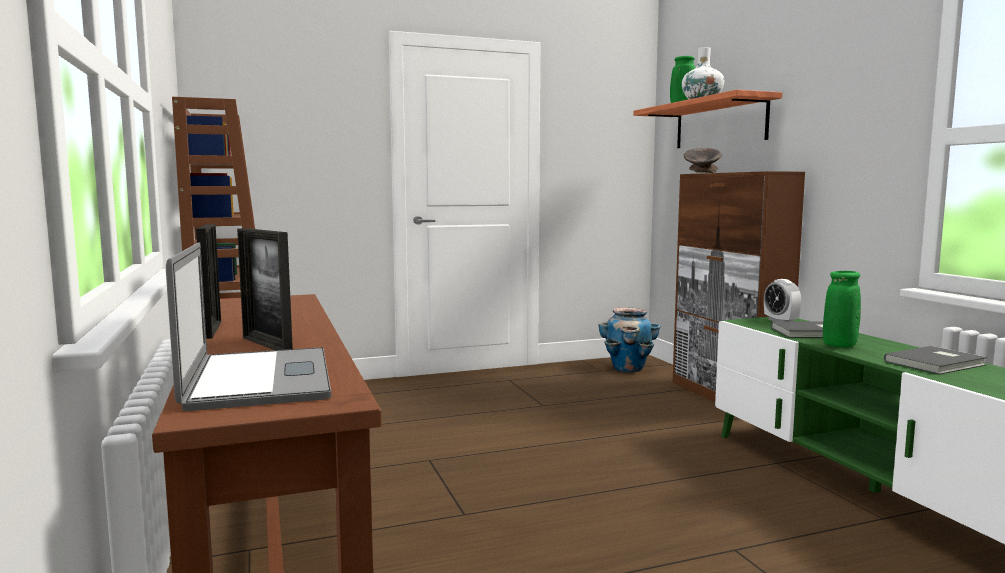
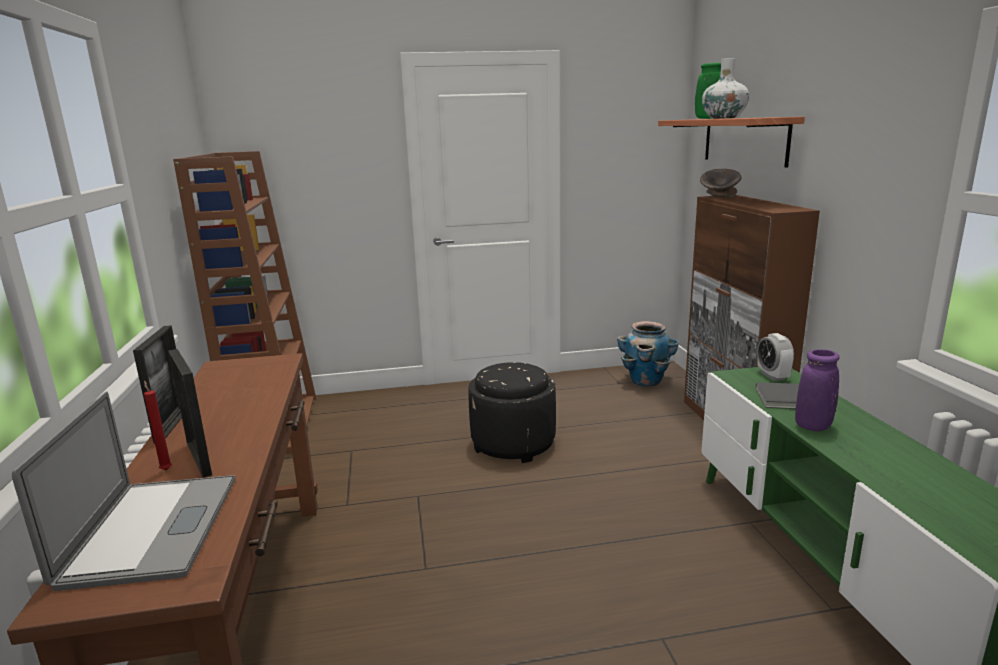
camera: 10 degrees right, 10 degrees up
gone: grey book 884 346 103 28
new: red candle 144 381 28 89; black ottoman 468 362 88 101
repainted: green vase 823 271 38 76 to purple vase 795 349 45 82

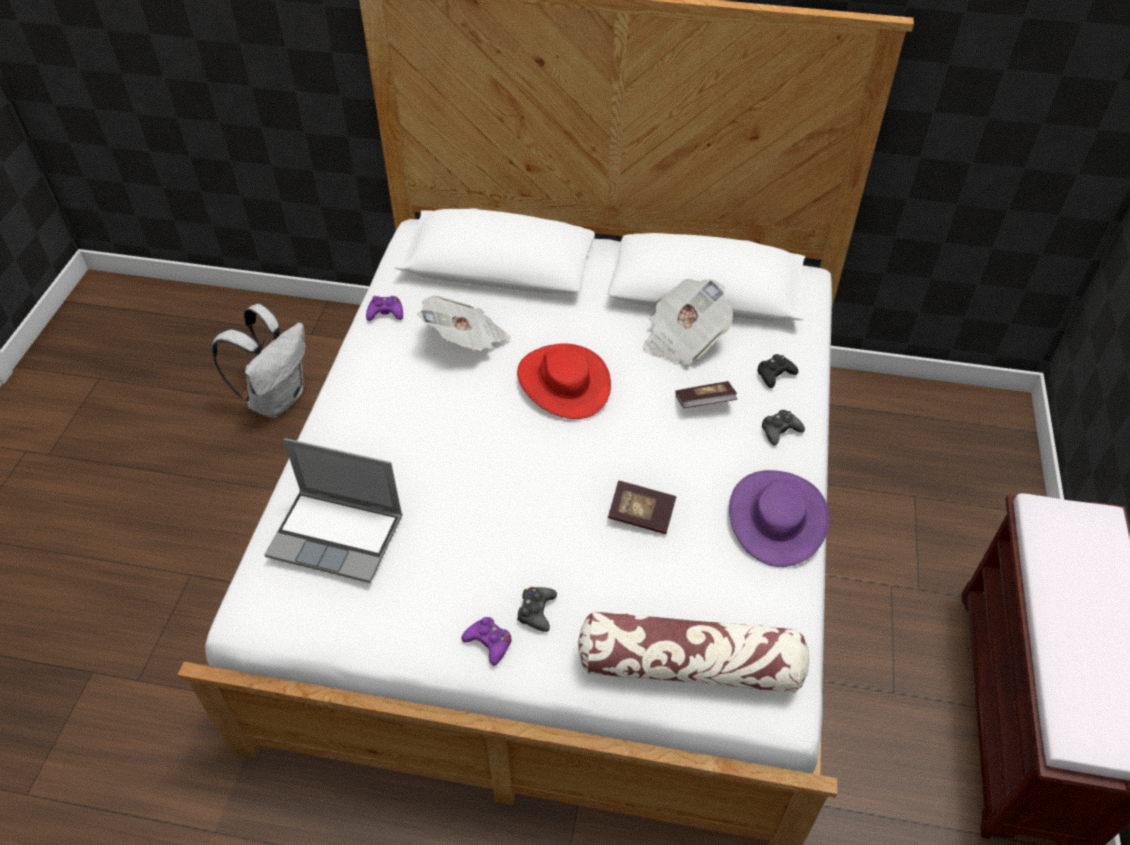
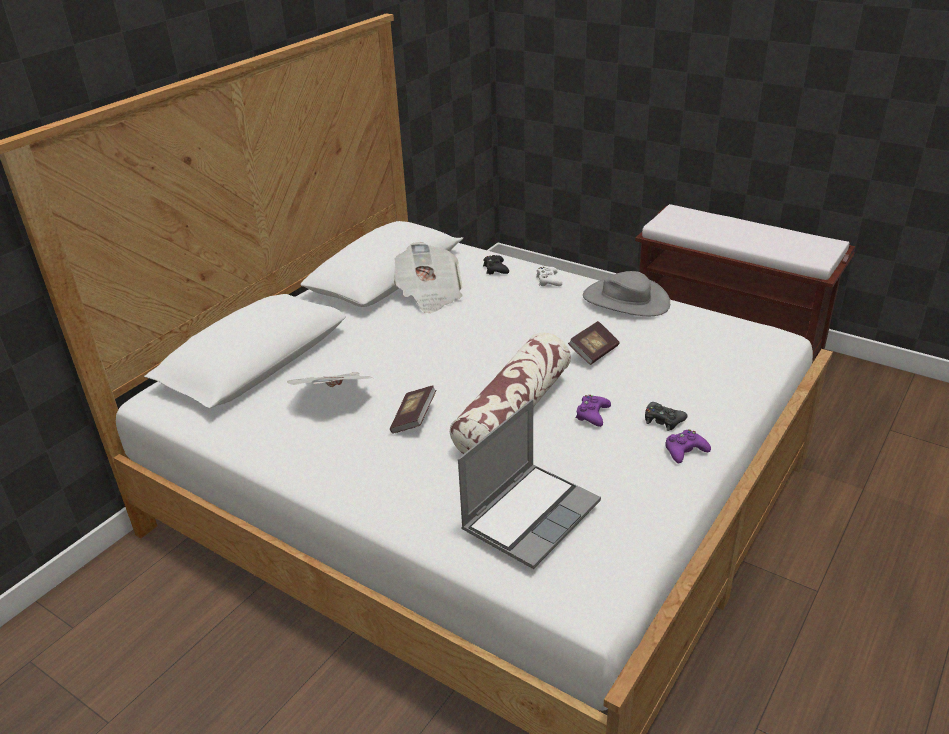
camera: 65 degrees left, 15 degrees down
gone: white backpack 212 304 94 114; red hat 517 343 94 76
shifted: purple game controller 366 296 37 25 to 576 395 35 32; pillow 578 611 231 82 to 450 332 121 122; book 675 381 62 27 to 390 386 46 48
repainted: purple hat 729 470 101 97 to grey hat 583 271 87 45; black game controller 762 410 43 35 to white game controller 536 266 26 20

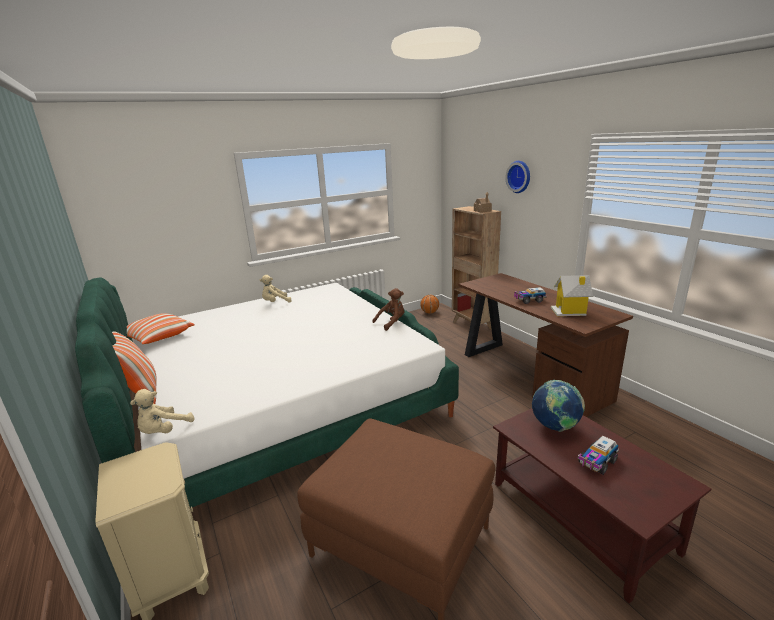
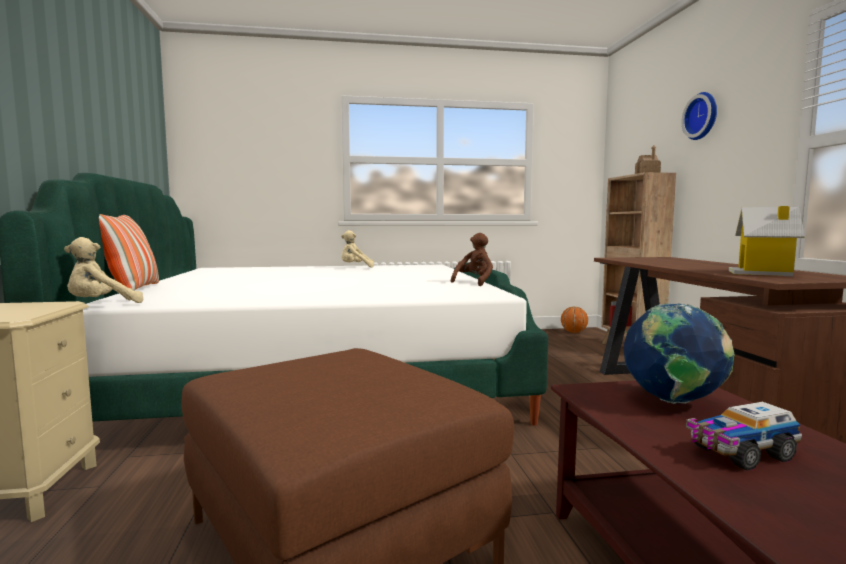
camera: 20 degrees right, 15 degrees down
gone: pillow 127 313 68 31; toy truck 514 287 33 17
rotated: brown plush toy 372 288 32 43 = 451 233 42 53 45 degrees counterclockwise

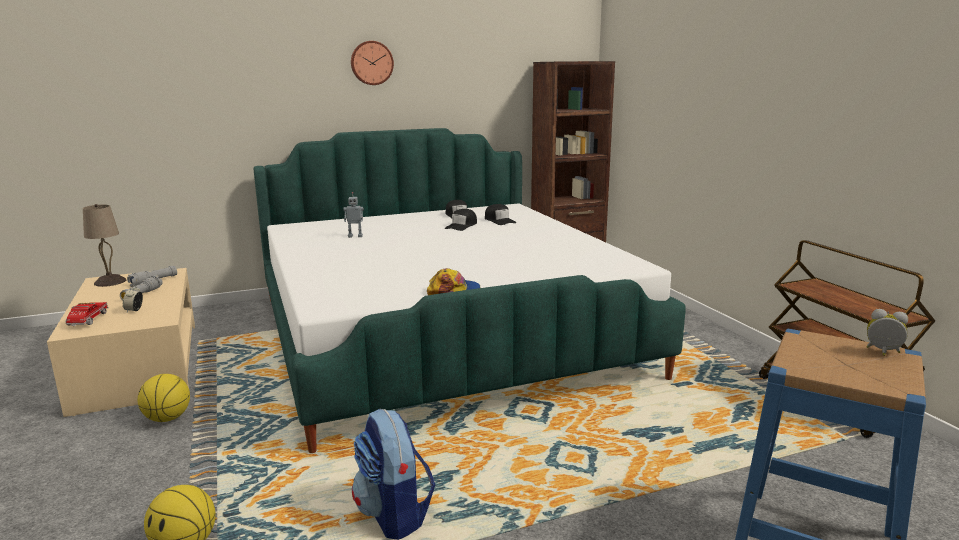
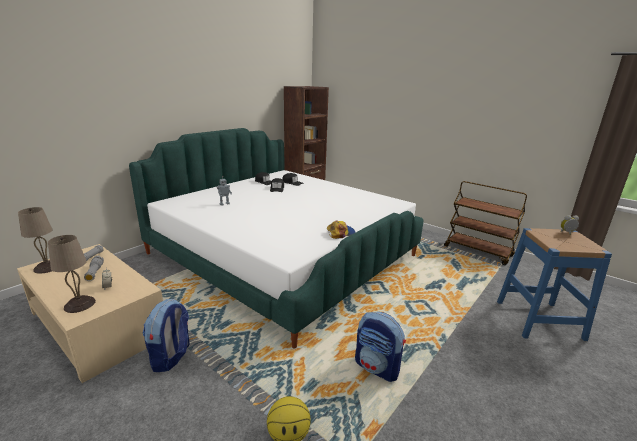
camera: 30 degrees left, 5 degrees up
gone: wall clock 351 41 43 44
swapped: toy truck 65 302 44 24 to beige table lamp 48 235 48 78; basketball 138 374 52 48 to backpack 143 299 47 73

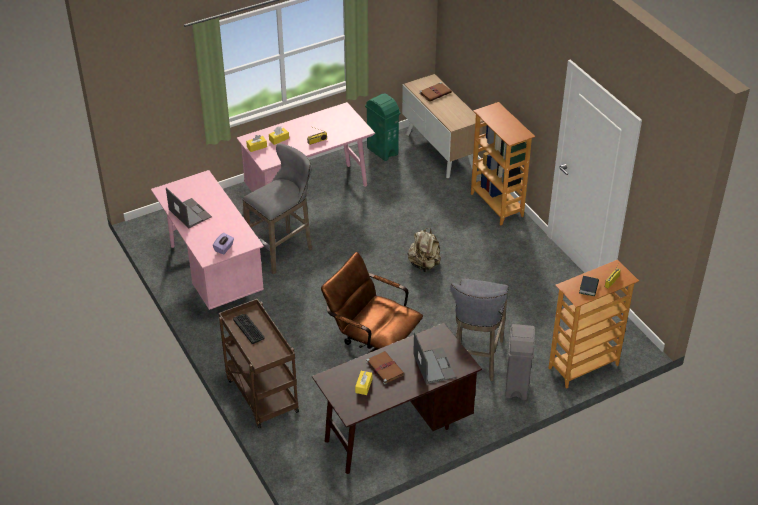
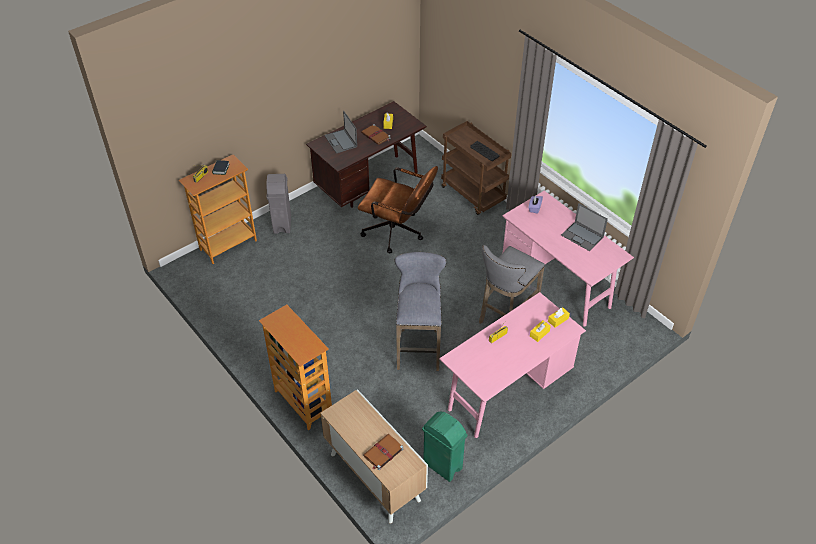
camera: 170 degrees right, 5 degrees up
gone: beige backpack 408 228 33 44
shifted: grey stool 450 279 59 102 to 395 252 51 119

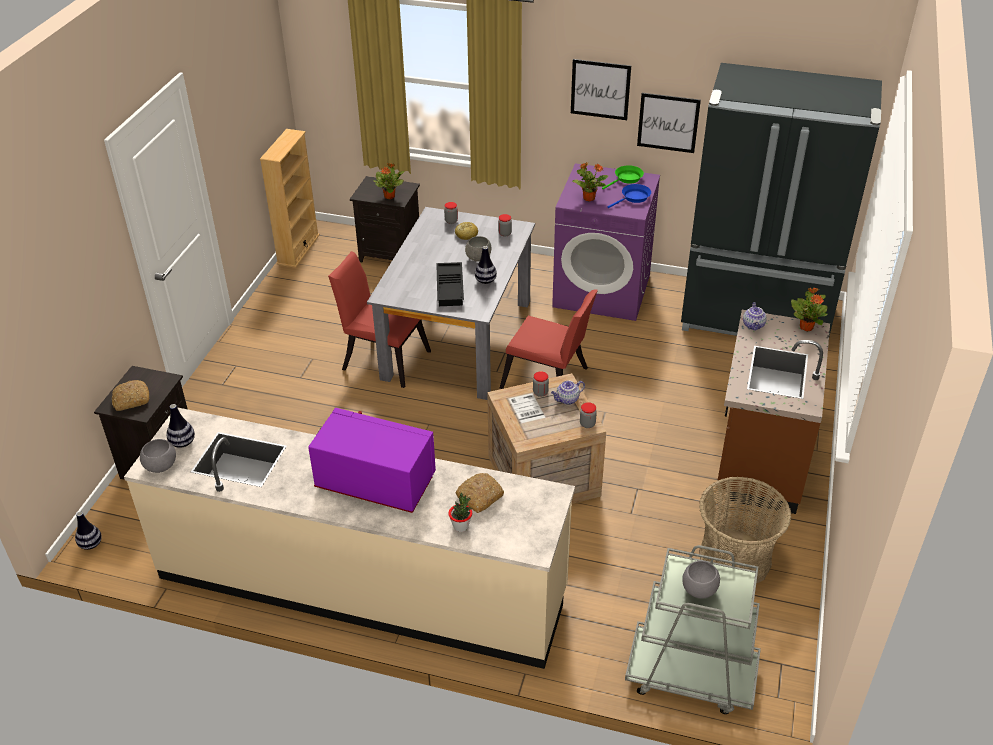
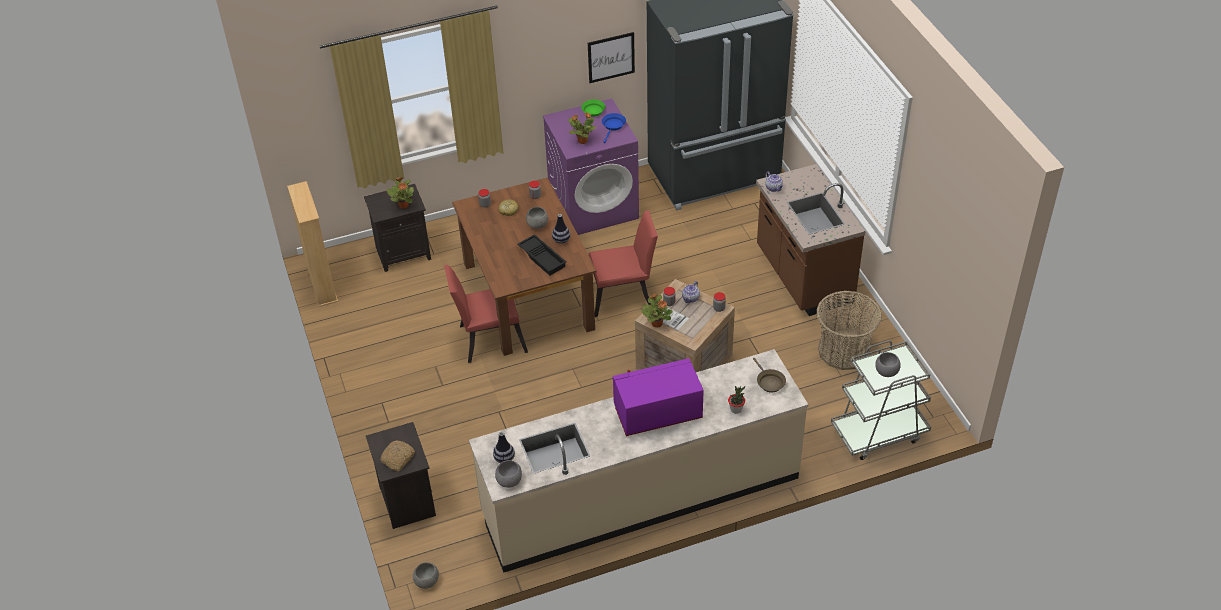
camera: 35 degrees left, 5 degrees up
gone: bread 456 473 48 40; picture 571 59 60 61
new: brown frying pan 753 358 33 35
shifted: potted plant 791 288 37 43 to 641 294 32 33
swapped: vase 75 512 27 38 to grey bowl 413 562 26 27
repainted: grey dining table 367 207 168 193 to brown dining table 452 177 145 179

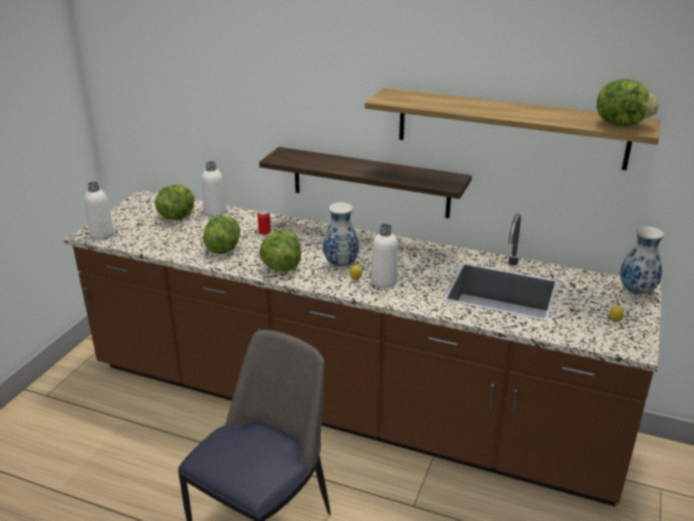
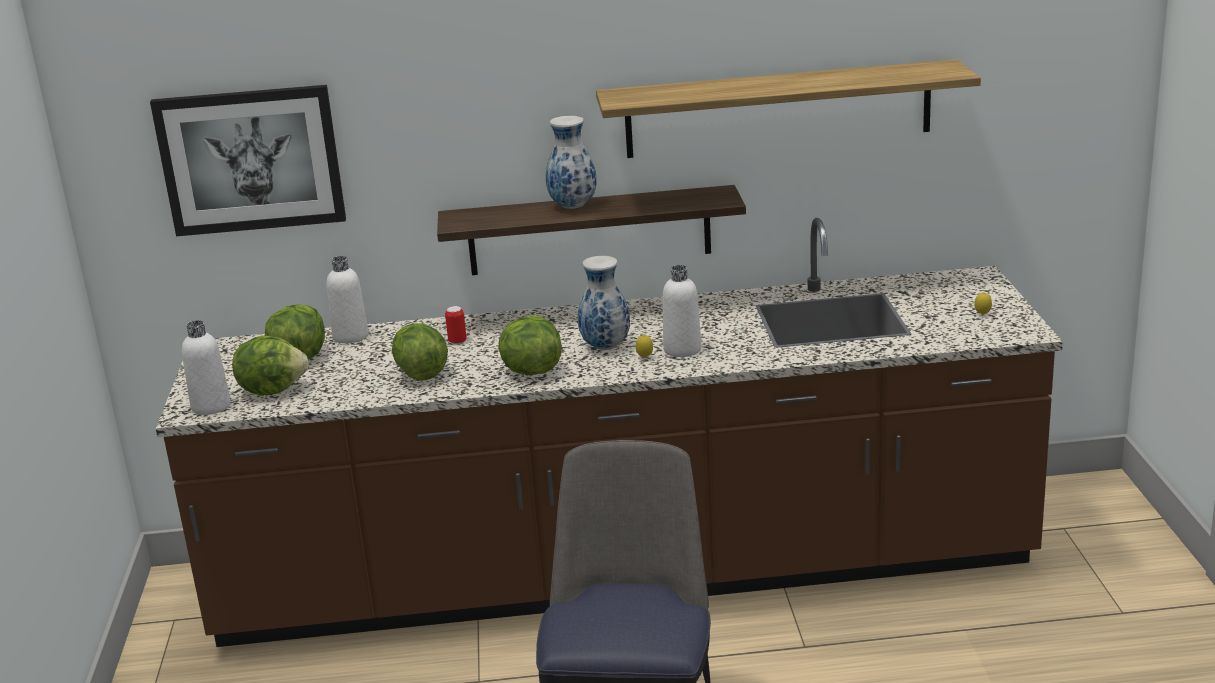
camera: 25 degrees left, 5 degrees down
new: picture 150 85 196 151
shifted: lettuce 597 79 62 47 to 232 335 77 60; vase 620 226 44 69 to 546 116 51 93

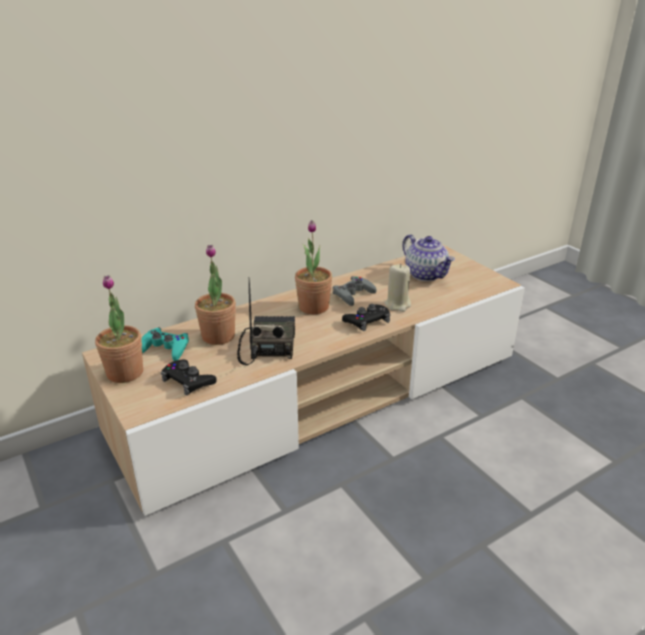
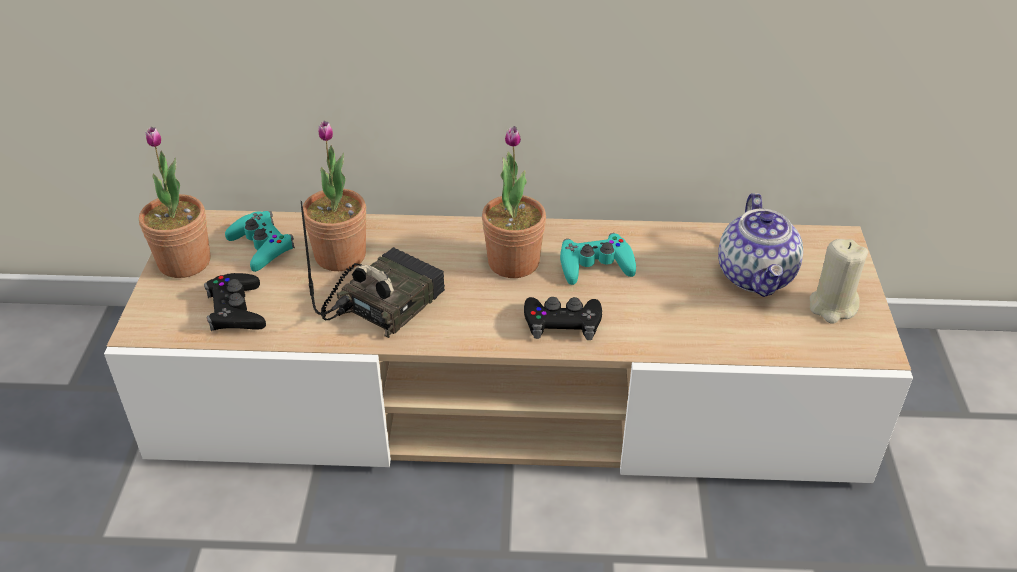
camera: 35 degrees right, 10 degrees up
shifted: beige candle 385 264 26 48 to 810 239 58 85
repainted: grey game controller 333 276 44 30 to turquoise game controller 560 233 76 52

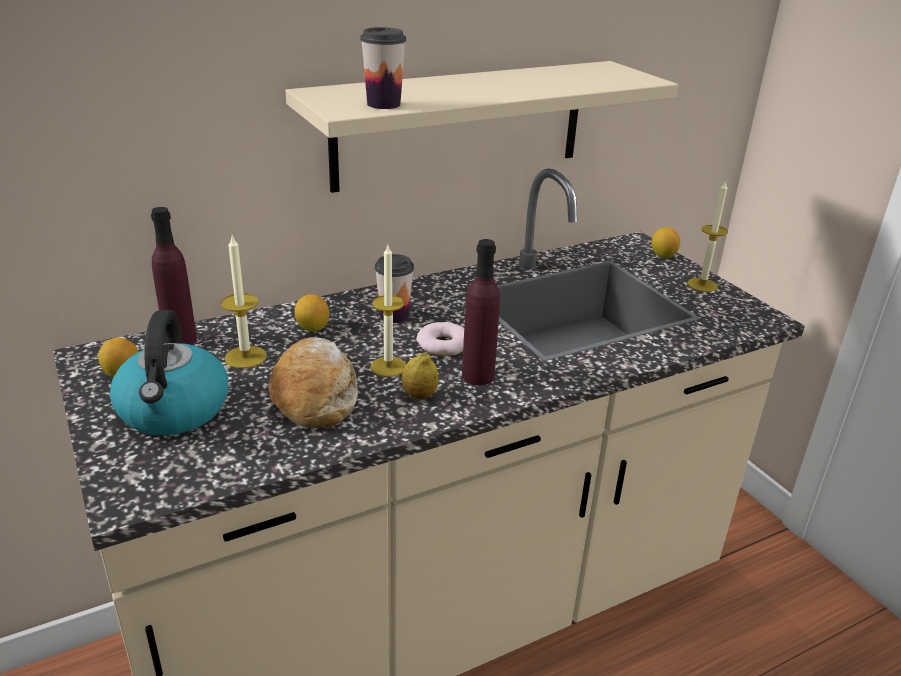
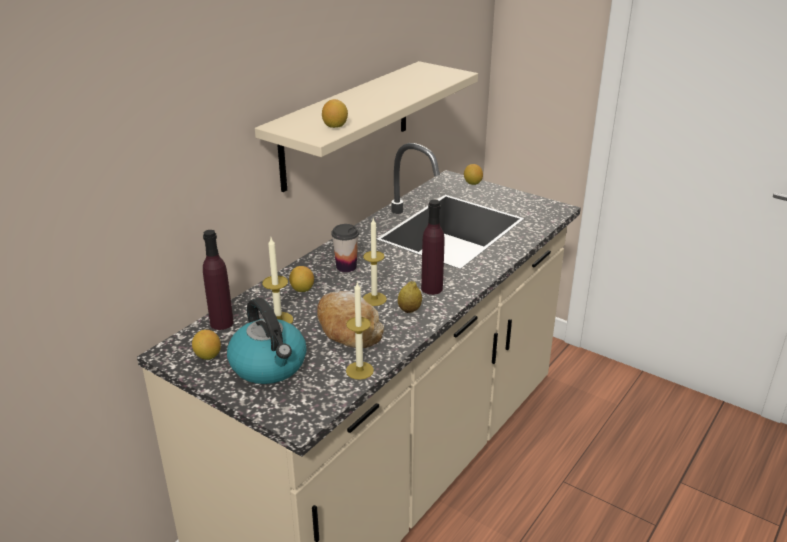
camera: 25 degrees left, 0 degrees up
gone: donut 416 322 48 34
shifted: candle 688 180 40 112 to 346 282 28 98
swapped: cup 360 27 46 82 to lemon 322 99 26 29

